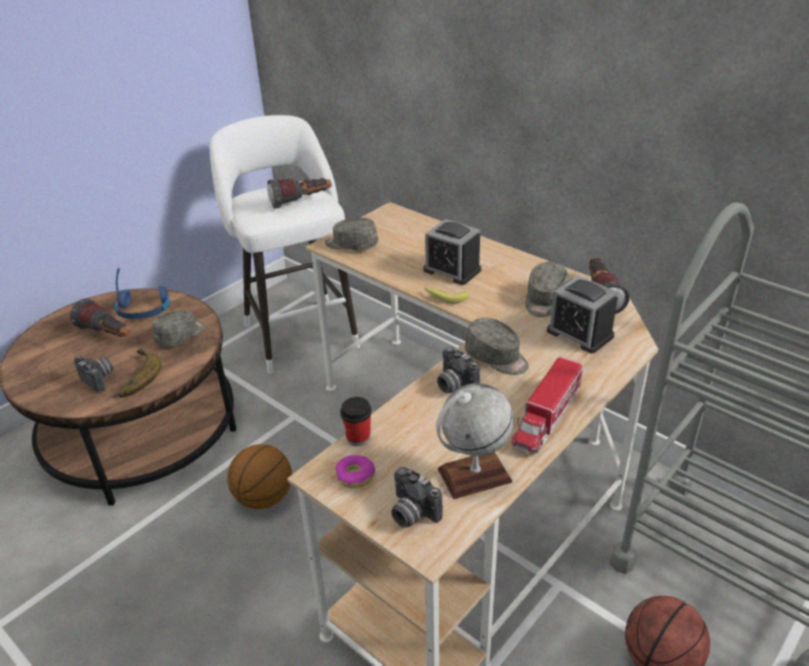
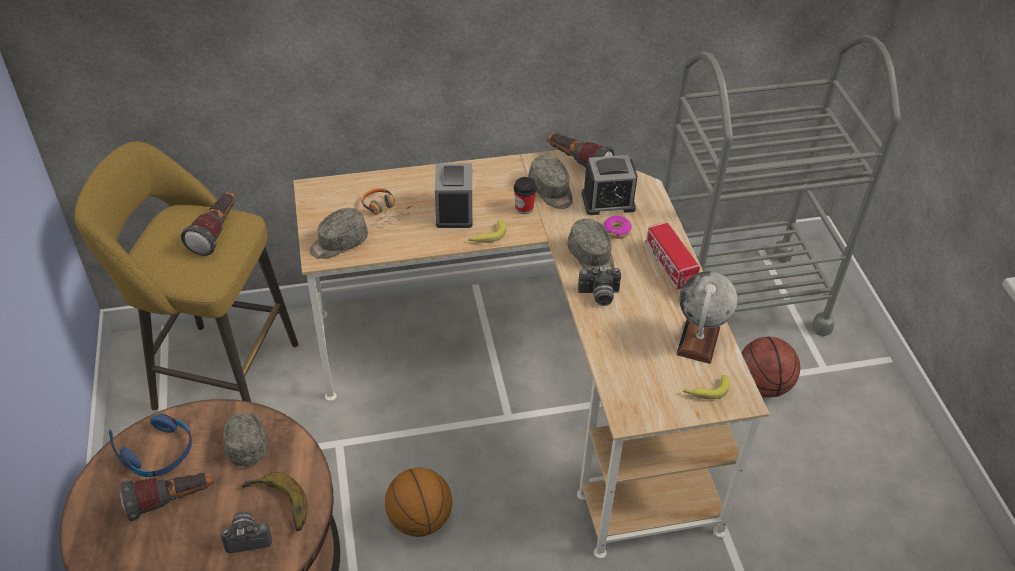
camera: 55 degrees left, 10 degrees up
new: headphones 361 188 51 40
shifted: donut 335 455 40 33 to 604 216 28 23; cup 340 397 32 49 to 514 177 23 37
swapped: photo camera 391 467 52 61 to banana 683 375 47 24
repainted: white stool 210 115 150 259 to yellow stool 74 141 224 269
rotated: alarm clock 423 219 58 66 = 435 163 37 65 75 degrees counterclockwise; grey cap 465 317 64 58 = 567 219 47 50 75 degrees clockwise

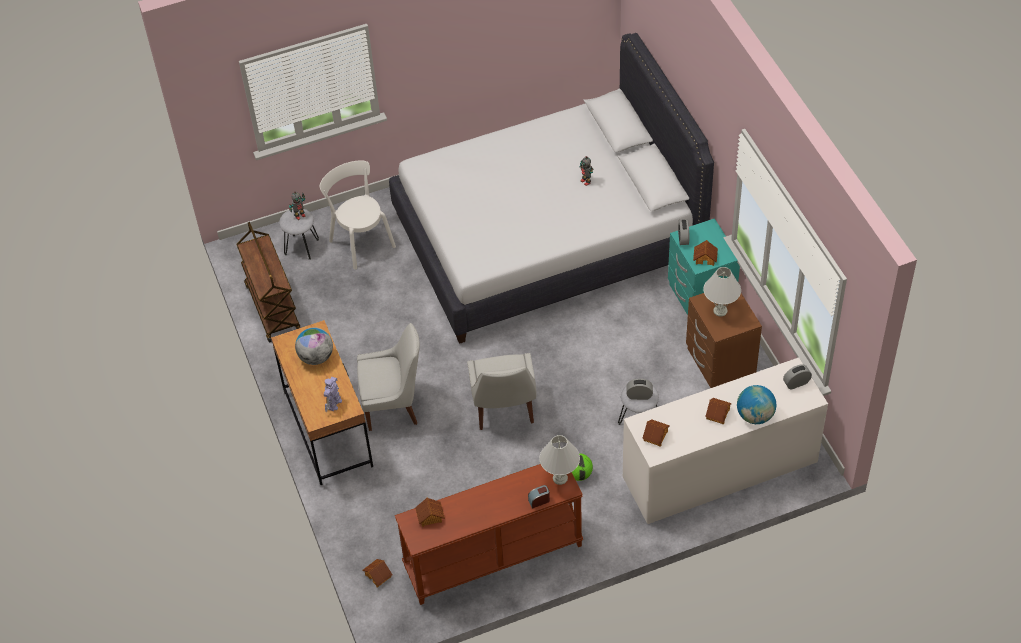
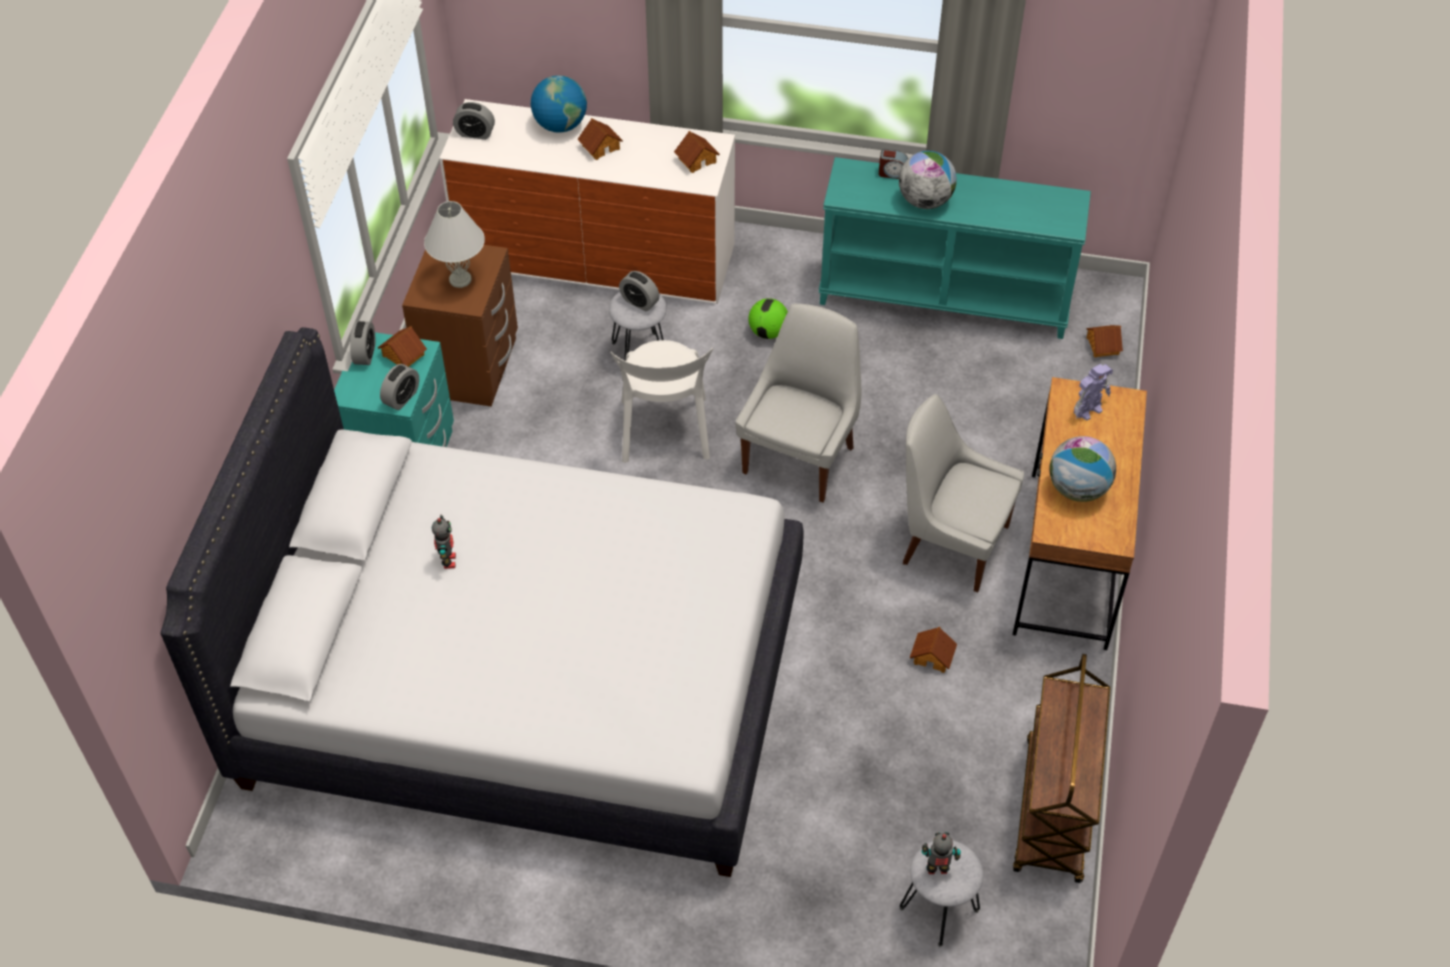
camera: 150 degrees left, 0 degrees up
gone: white table lamp 539 435 41 50
new: alarm clock 350 321 25 44; globe 899 151 58 58
shifted: white chair 320 160 76 110 to 610 340 103 123; toy house 415 498 30 29 to 910 627 47 46
repainted: brown console table 395 464 188 141 to turquoise console table 818 157 273 182

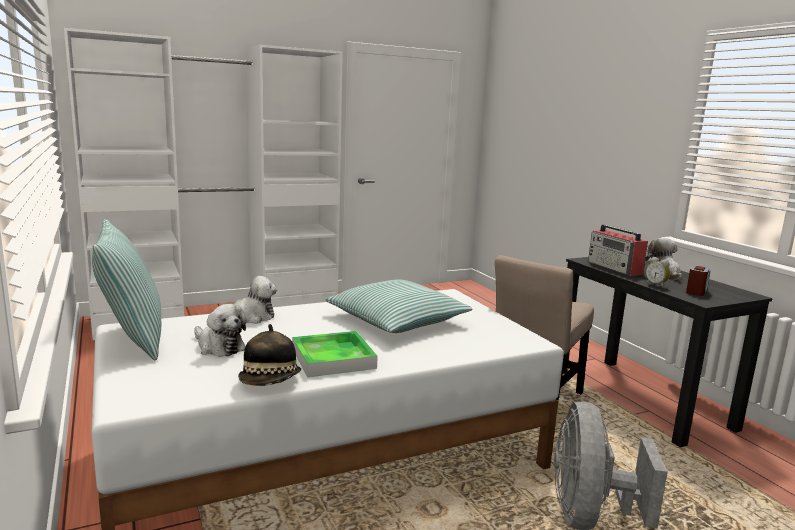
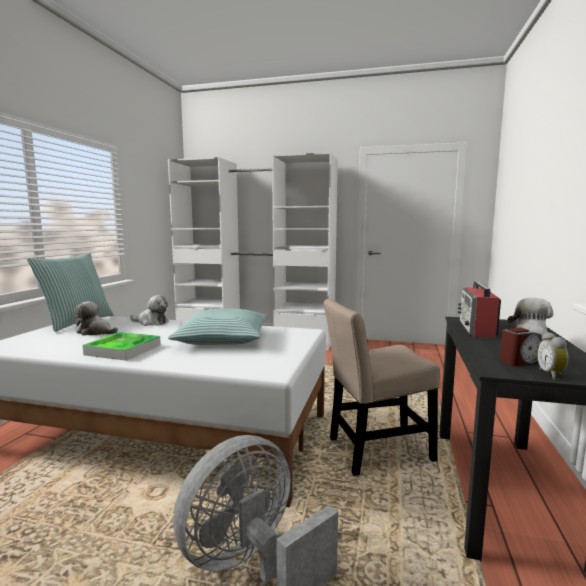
camera: 40 degrees right, 5 degrees down
gone: hat 238 324 63 62
shifted: alarm clock 646 257 24 31 to 537 332 32 48
rotated: plush toy 194 304 53 53 = 74 301 44 35 120 degrees clockwise

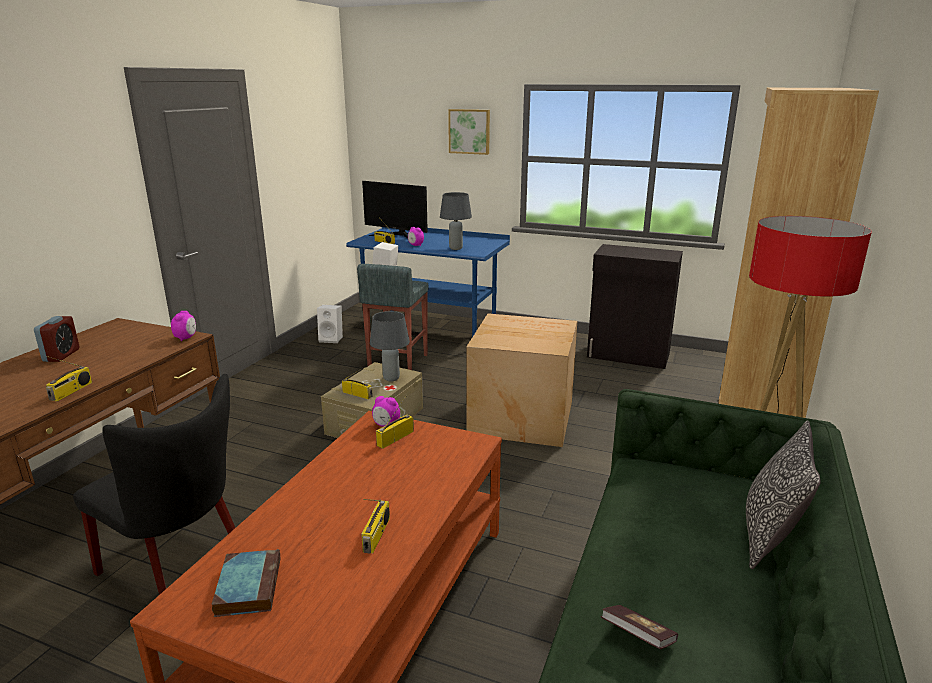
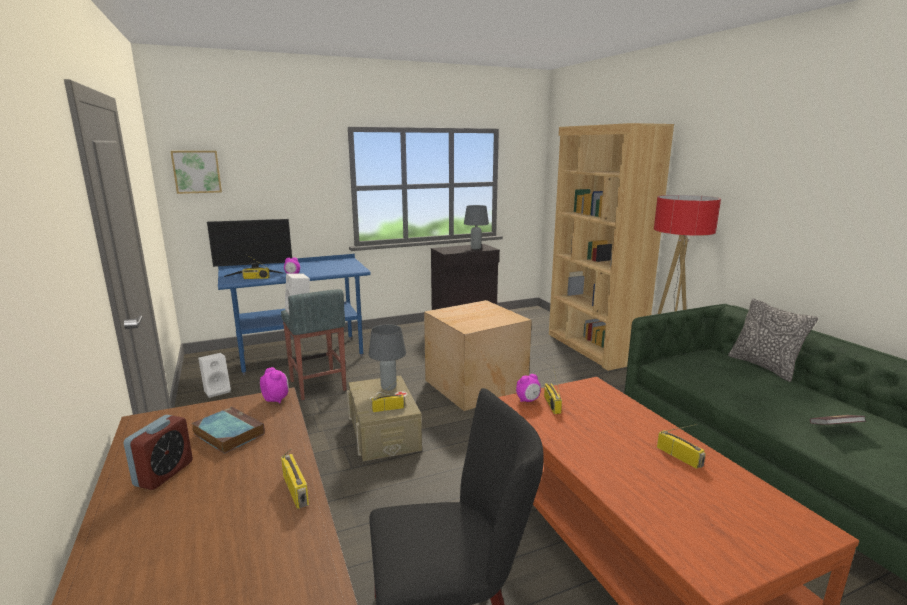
camera: 45 degrees left, 5 degrees down
shifted: book 211 549 69 68 to 192 407 73 47; grey table lamp 440 192 32 58 to 464 205 25 45; picture 448 109 42 46 to 170 151 52 43
rotated: alarm clock 34 316 46 46 = 123 415 70 75 60 degrees clockwise

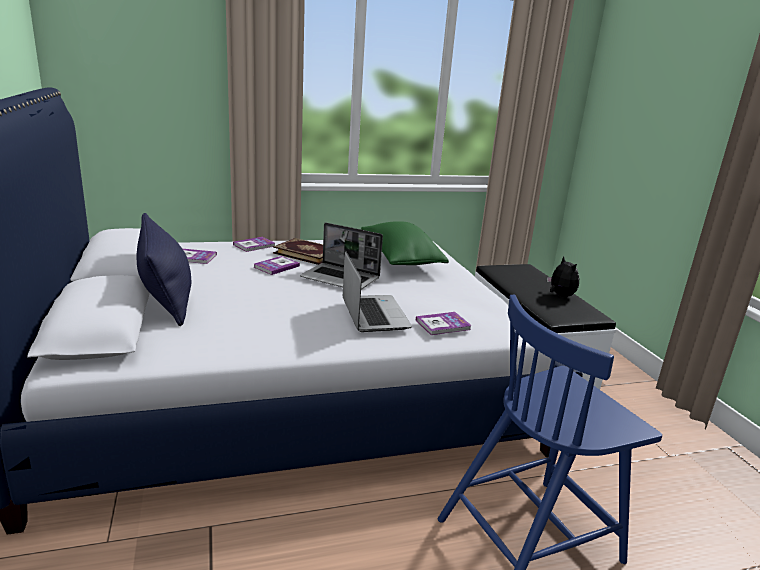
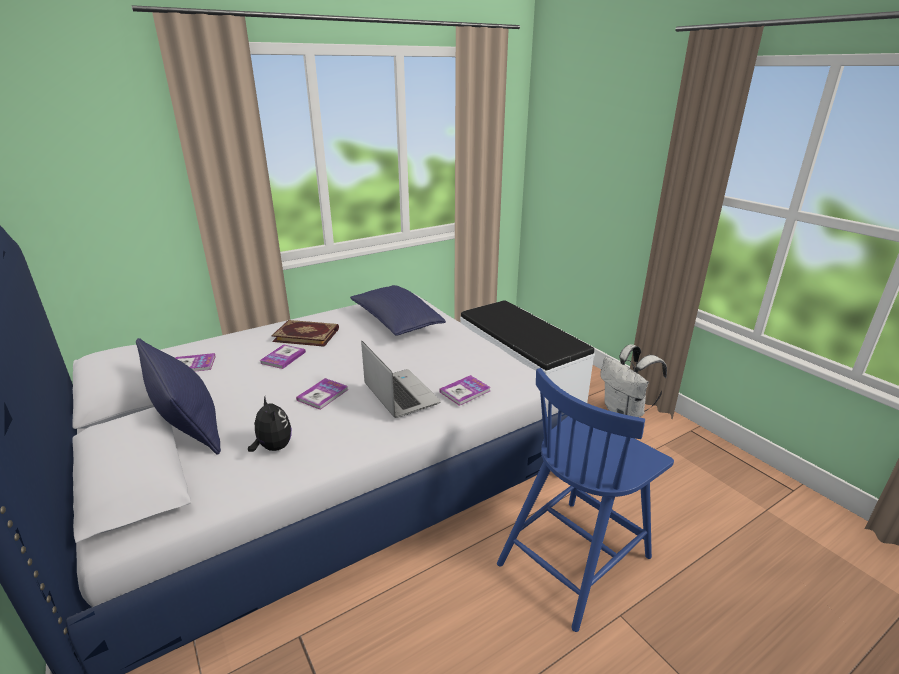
camera: 15 degrees left, 5 degrees up
gone: laptop 300 223 83 67
new: white backpack 600 344 67 73
shifted: book 233 237 42 15 to 296 378 52 32; plush toy 547 257 32 40 to 248 397 44 55
repainted: green pillow 361 221 88 44 to blue pillow 350 285 96 51

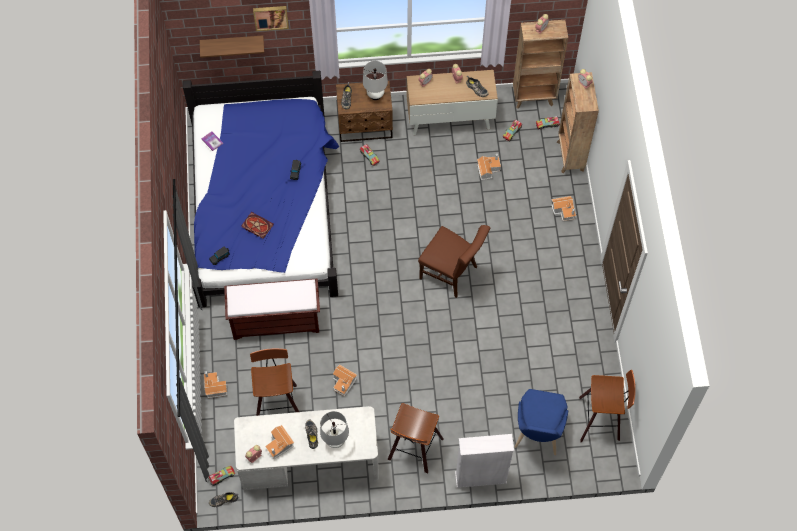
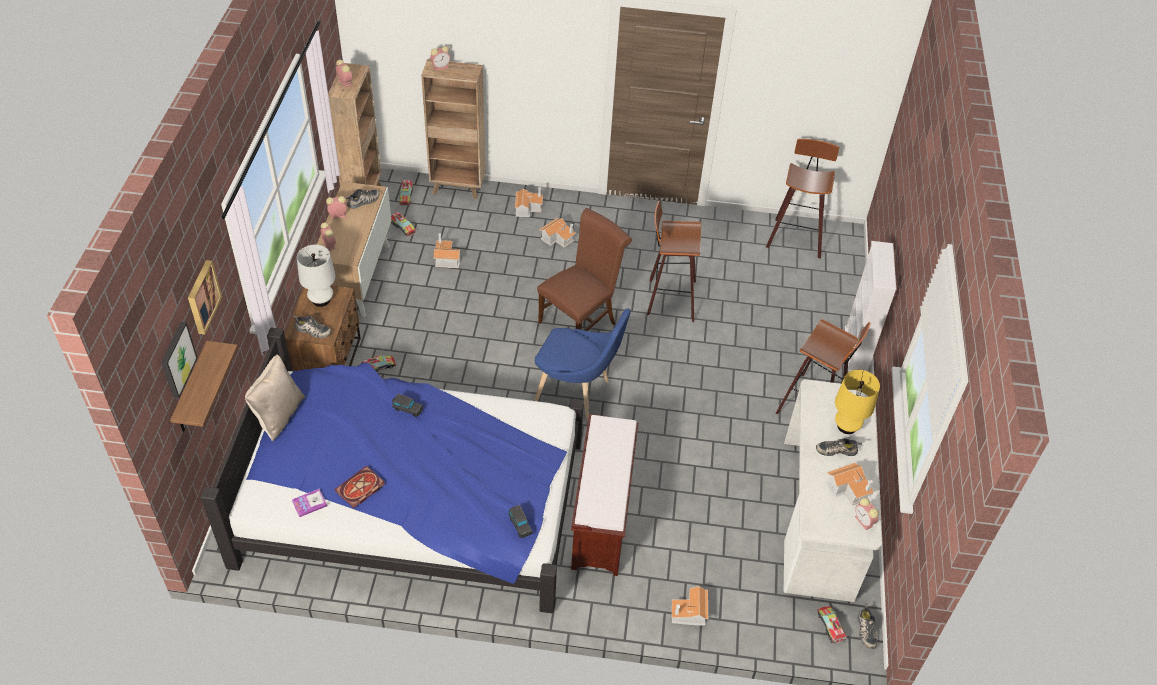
camera: 80 degrees left, 15 degrees down
new: picture 161 322 37 76; beige pillow 245 354 60 87
shifted: book 241 212 33 27 to 334 466 51 42; stool 250 348 49 68 to 647 201 54 121; toy house 333 364 24 33 to 539 218 37 30; blue chair 514 389 54 66 to 535 308 96 111
repainted: white table lamp 320 411 29 37 to yellow table lamp 835 370 45 64

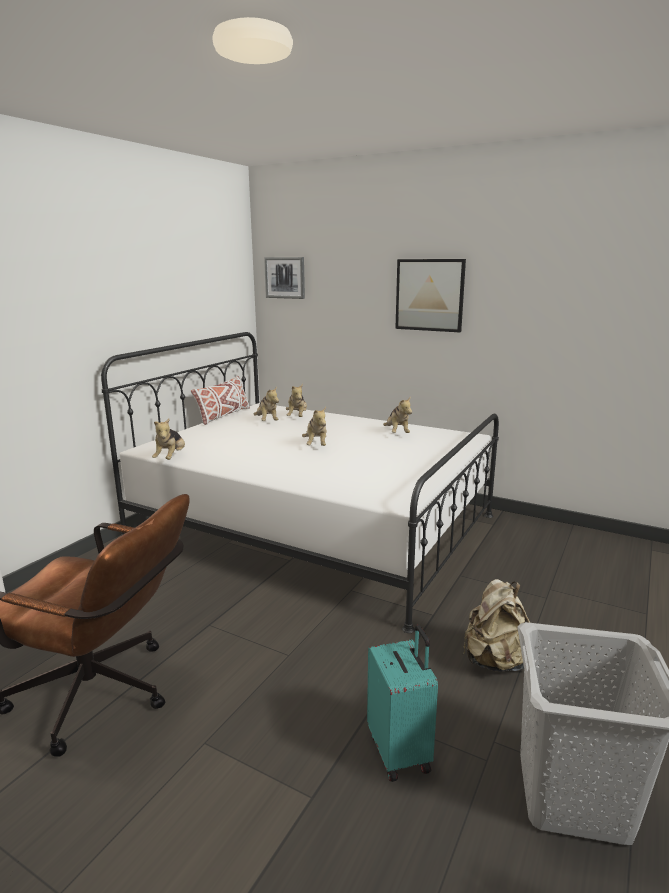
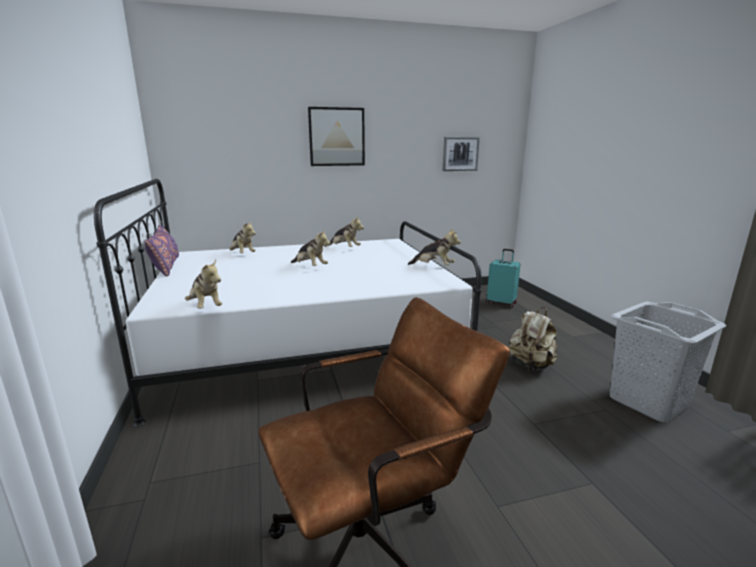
camera: 45 degrees left, 0 degrees up
shifted: plush toy 253 387 26 34 to 408 228 53 37; picture 264 257 41 42 to 443 137 37 34; turquoise suitcase 367 625 71 157 to 487 249 34 59
repainted: white pillow 191 376 59 49 to purple pillow 145 225 34 52

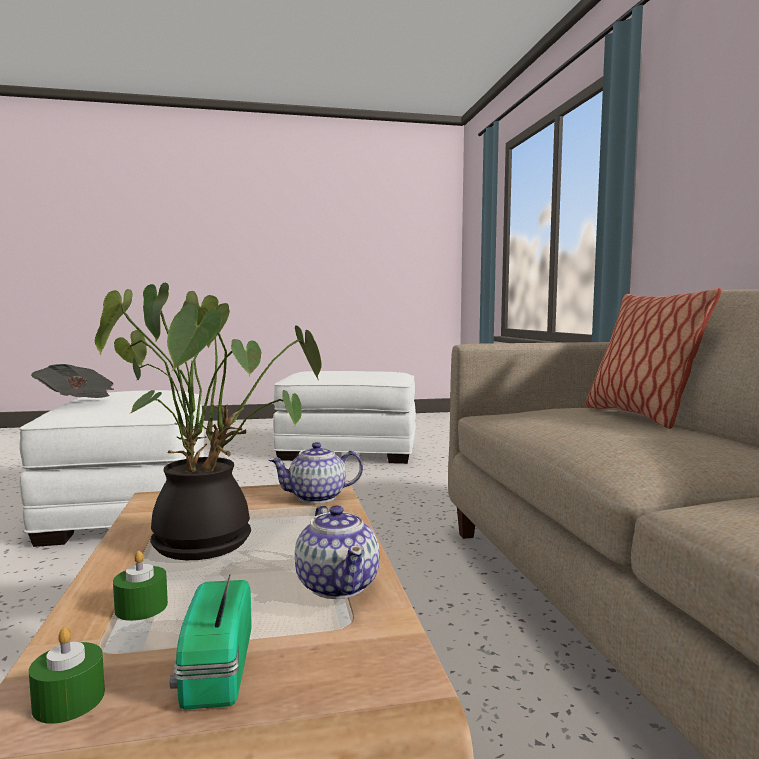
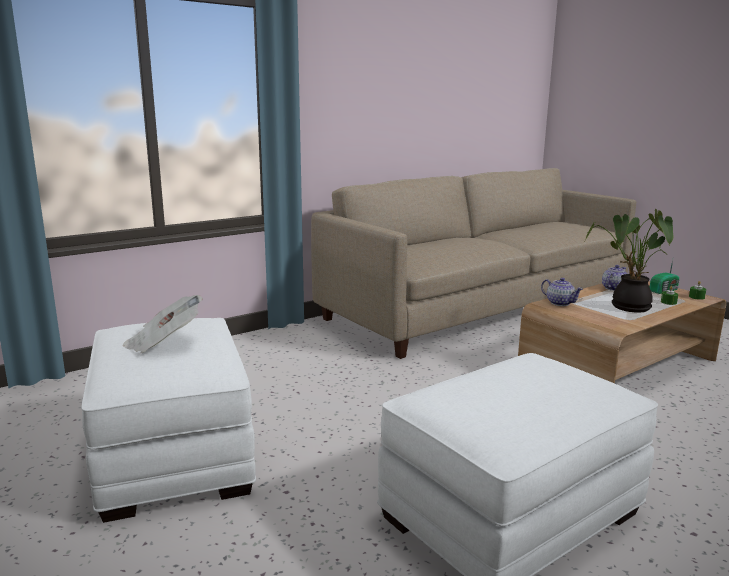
camera: 115 degrees left, 10 degrees up
gone: pillow 586 288 135 141
shifted: newspaper 31 364 83 34 to 123 295 80 58

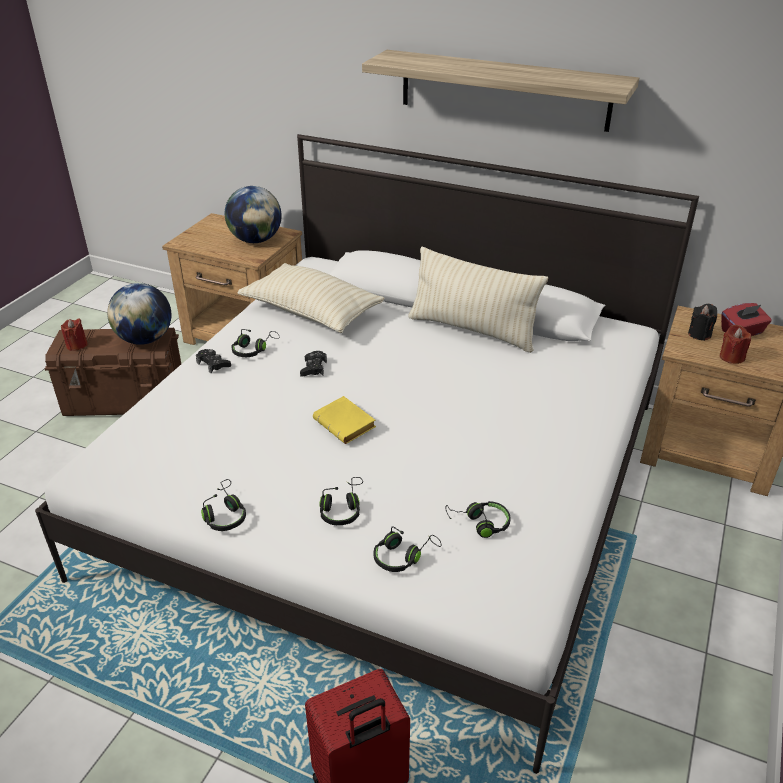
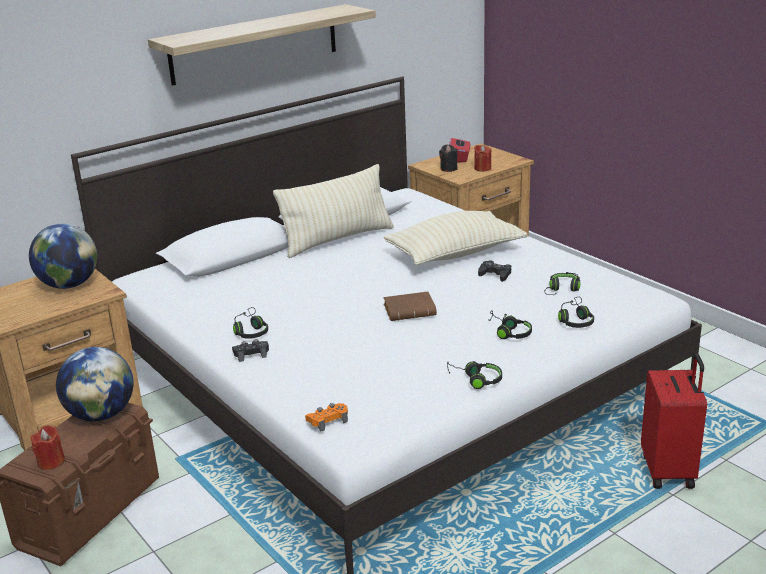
camera: 60 degrees left, 10 degrees down
new: orange game controller 305 403 43 29
shifted: beige pillow 238 263 147 70 to 384 211 144 54; black game controller 300 351 27 26 to 478 260 33 22
repainted: yellow book 313 396 63 48 to brown book 383 291 54 30

